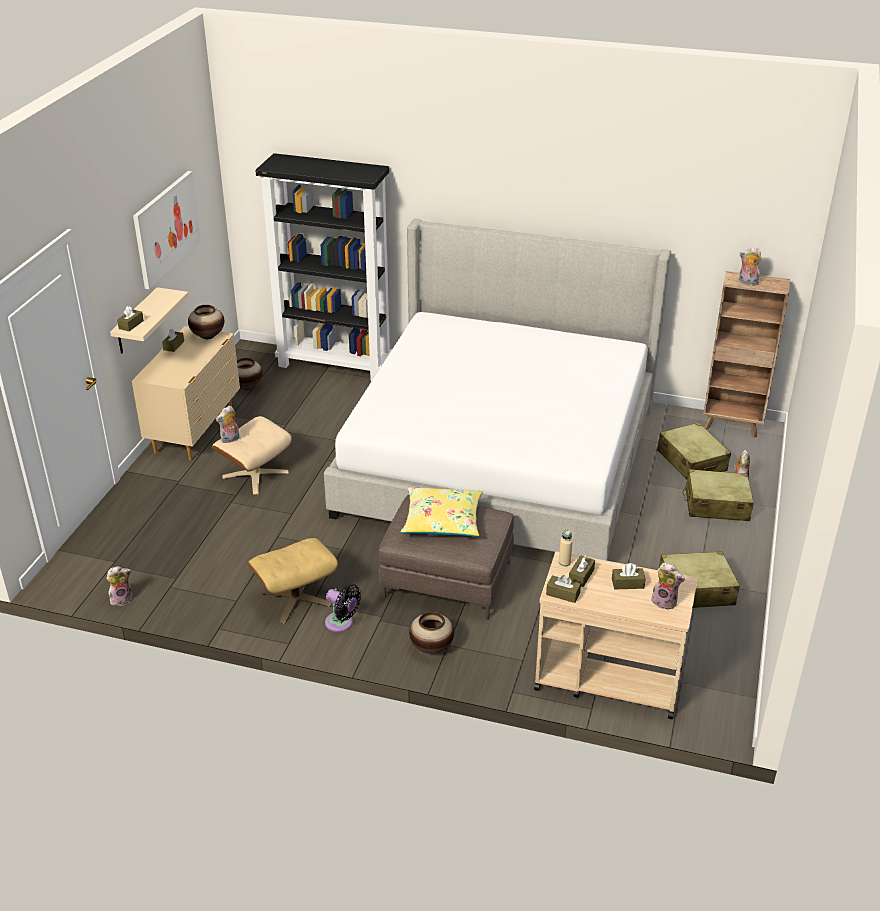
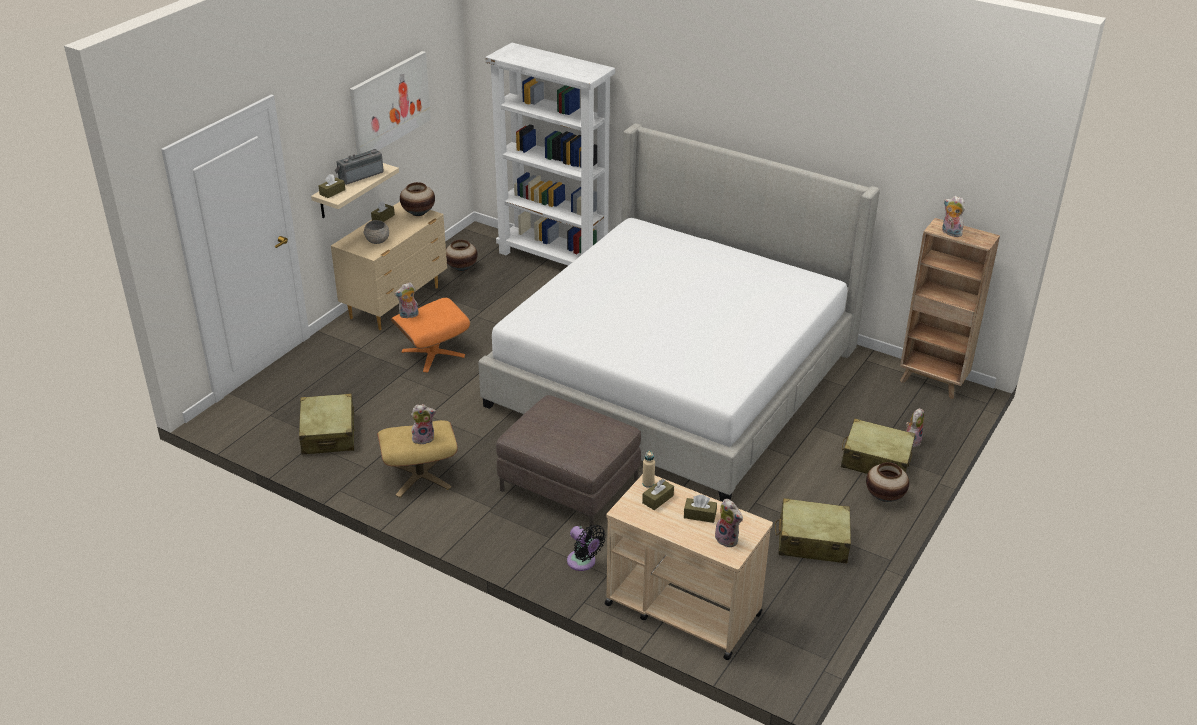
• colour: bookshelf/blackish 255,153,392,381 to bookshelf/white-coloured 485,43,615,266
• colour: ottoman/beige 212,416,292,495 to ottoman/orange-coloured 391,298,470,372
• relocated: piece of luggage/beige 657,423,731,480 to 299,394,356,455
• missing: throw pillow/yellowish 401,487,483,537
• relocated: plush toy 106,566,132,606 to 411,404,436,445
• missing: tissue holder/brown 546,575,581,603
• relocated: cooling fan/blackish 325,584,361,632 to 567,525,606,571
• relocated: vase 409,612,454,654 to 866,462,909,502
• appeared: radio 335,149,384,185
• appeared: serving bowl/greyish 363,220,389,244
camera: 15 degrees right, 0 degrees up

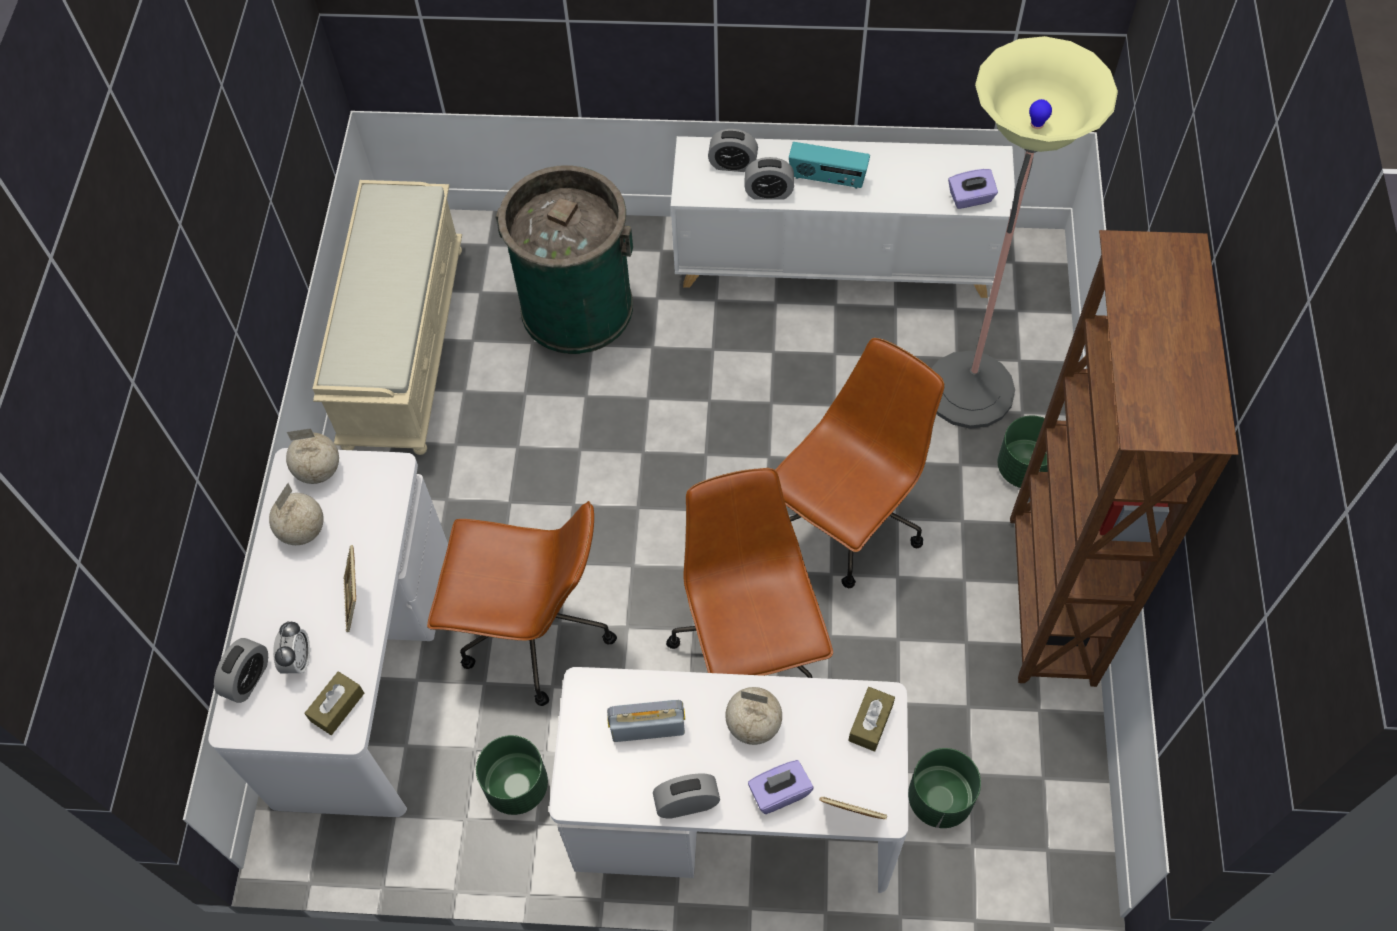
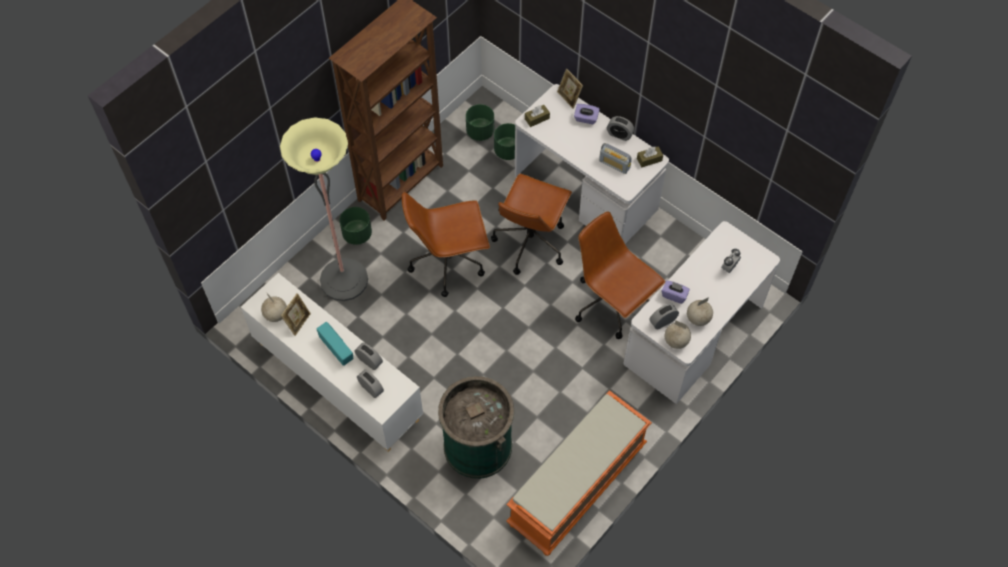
• relocated: tissue holder/purplish 948,169,998,209 to 661,280,690,304
• colour: indoor bench/beige 312,180,462,455 to indoor bench/orange-coloured 506,390,652,556
• relocated: standing frame 343,545,356,632 to 281,293,311,336
• relocated: bedside clock 214,638,268,703 to 650,303,679,329
• relocated: tissue holder/brown 305,671,364,735 to 637,146,663,167
• relocated: globe 725,687,782,745 to 261,293,287,322
• relocated: plant pot/greenish 476,735,548,815 to 466,104,494,141
camera: 145 degrees left, 0 degrees up

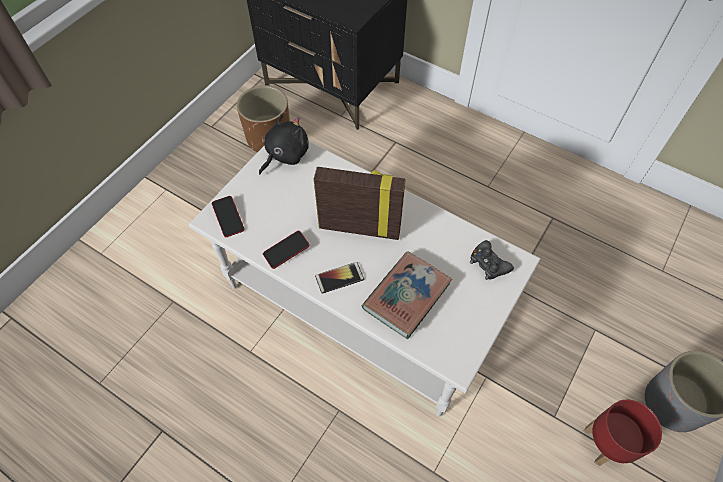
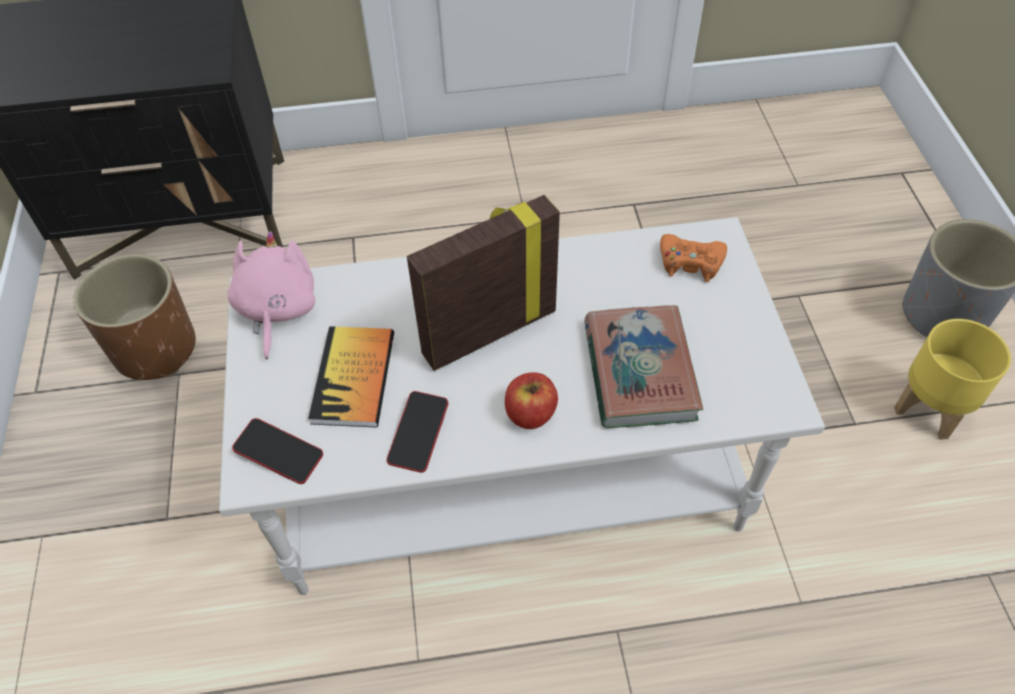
• colour: plush toy/blackish 259,113,309,174 to plush toy/pink 228,231,315,360
• colour: gamepad/blackish 470,240,514,280 to gamepad/orange-coloured 660,234,727,282
• exchanged: phone 315,262,364,294 to whole apple 505,372,558,429
• colour: plant pot/red 584,400,662,466 to plant pot/yellowish 894,319,1011,440
• appeared: volume 308,326,394,428
camera: 40 degrees left, 5 degrees down

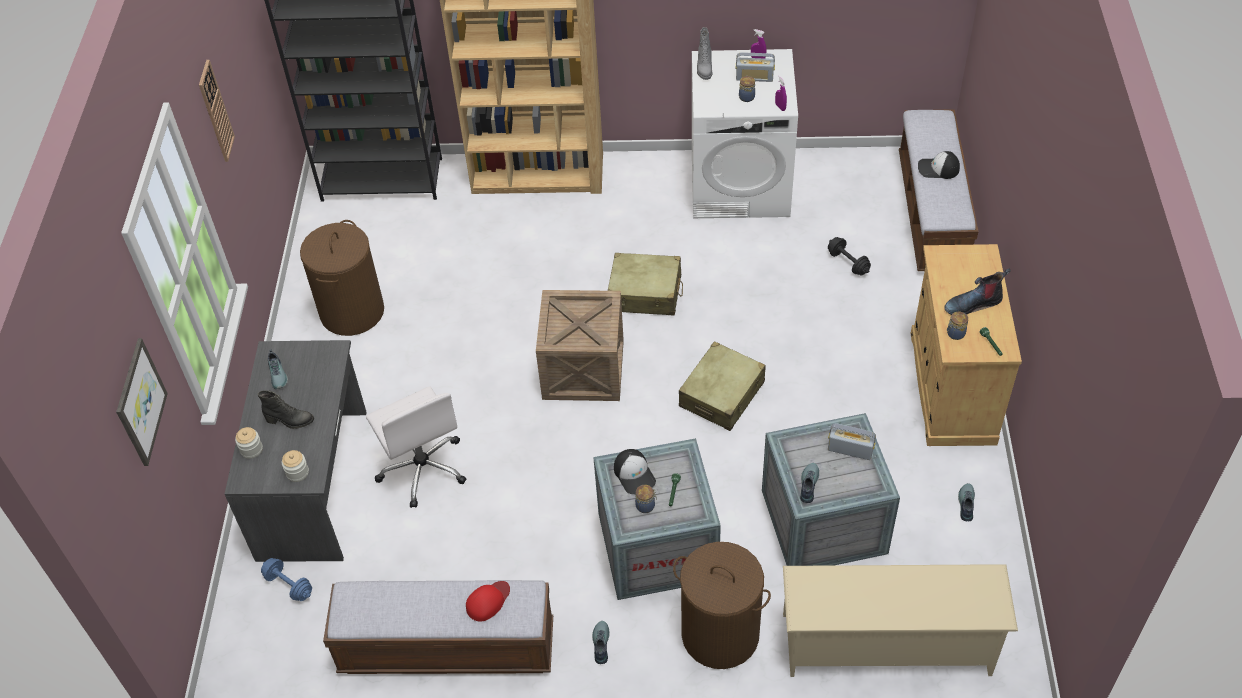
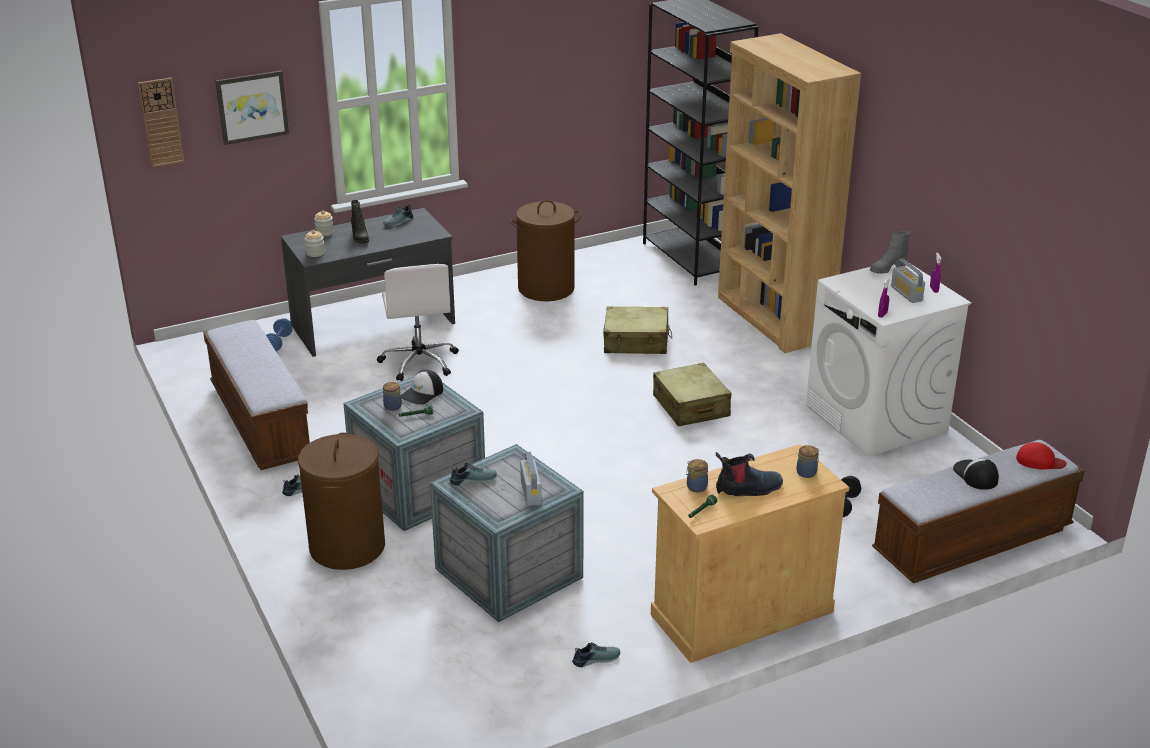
• relocated: wall clock 199,60,235,162 to 138,78,184,168
• relocated: storage jar 739,76,755,102 to 796,445,819,478
• spun: high-top boot 945,268,1011,315 = 716,452,783,496 120 degrees clockwise
• missing: packing crate 536,290,624,401
• relocated: piece of luggage/beige 679,341,766,431 to 603,306,672,354
• spun: office chair/white-coloured 366,386,466,508 = 377,264,459,381 45 degrees counterclockwise
• missing: shoe shelf/beige 783,564,1018,677
• relocated: peaked cap/red 466,581,510,622 to 1016,442,1067,470
camera: 60 degrees right, 20 degrees down

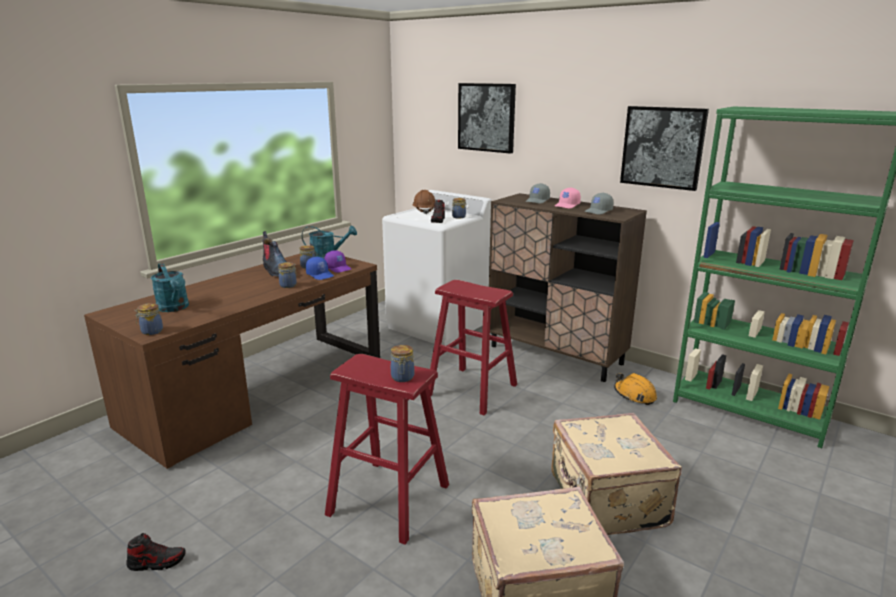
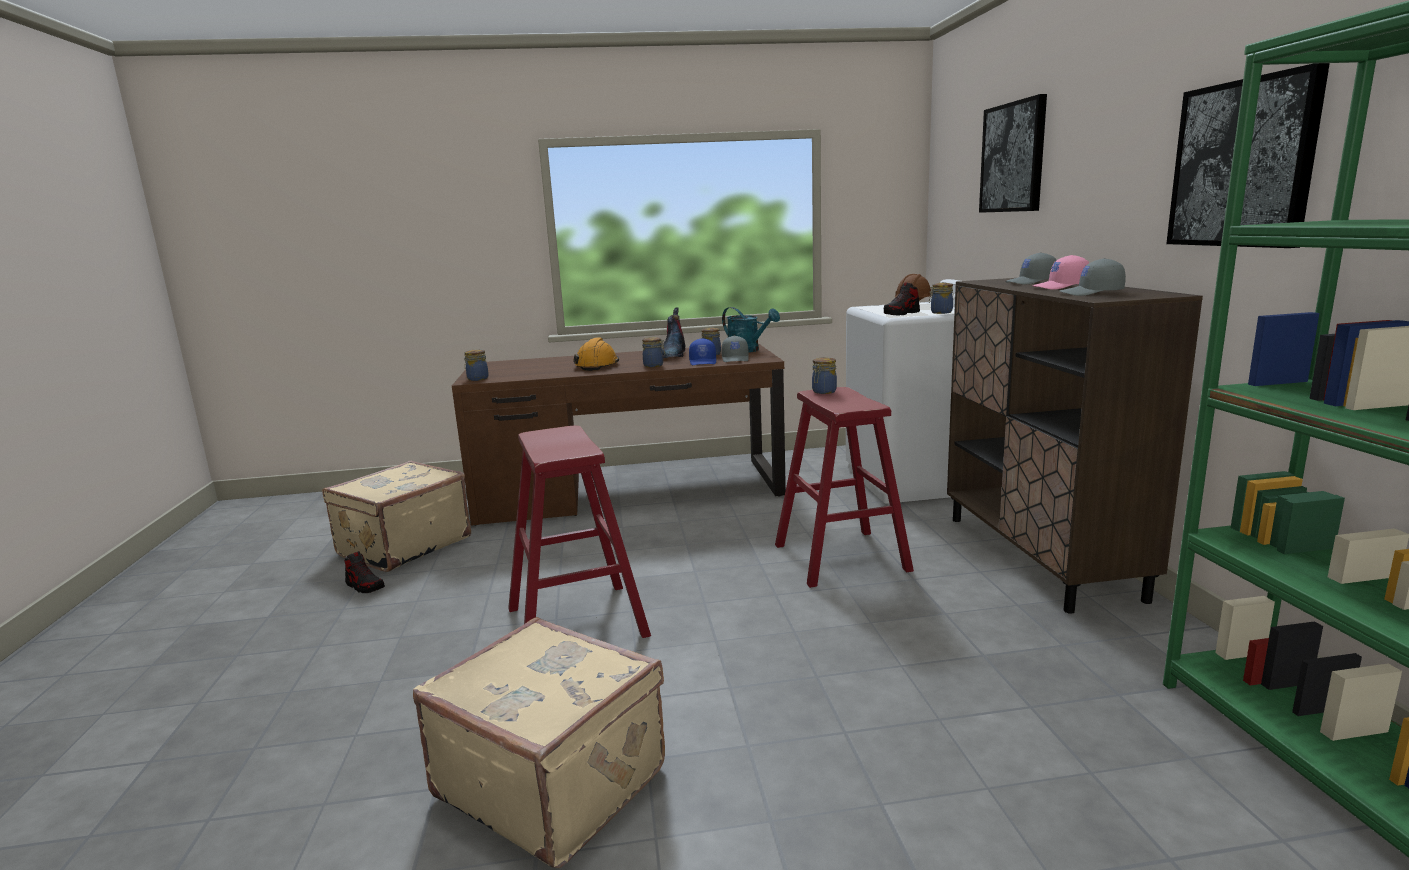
• colour: peaked cap/purplish 324,250,351,273 to peaked cap/greyish 721,336,749,362
• missing: watering can/turquoise-coloured 151,263,189,312
• relocated: storage jar 391,345,414,382 to 812,357,837,394
• relocated: safety helmet/orange-coloured 614,373,657,405 to 573,337,619,371
• relocated: piece of luggage/beige 551,413,682,535 to 322,460,471,572
camera: 45 degrees right, 5 degrees down

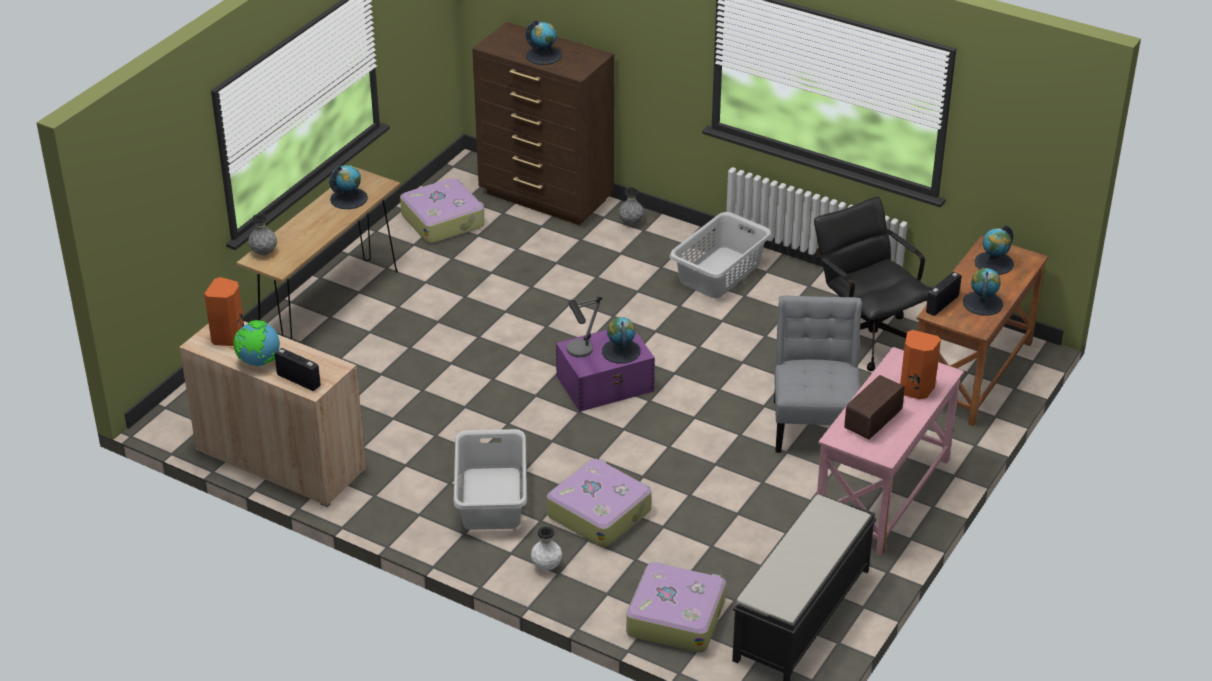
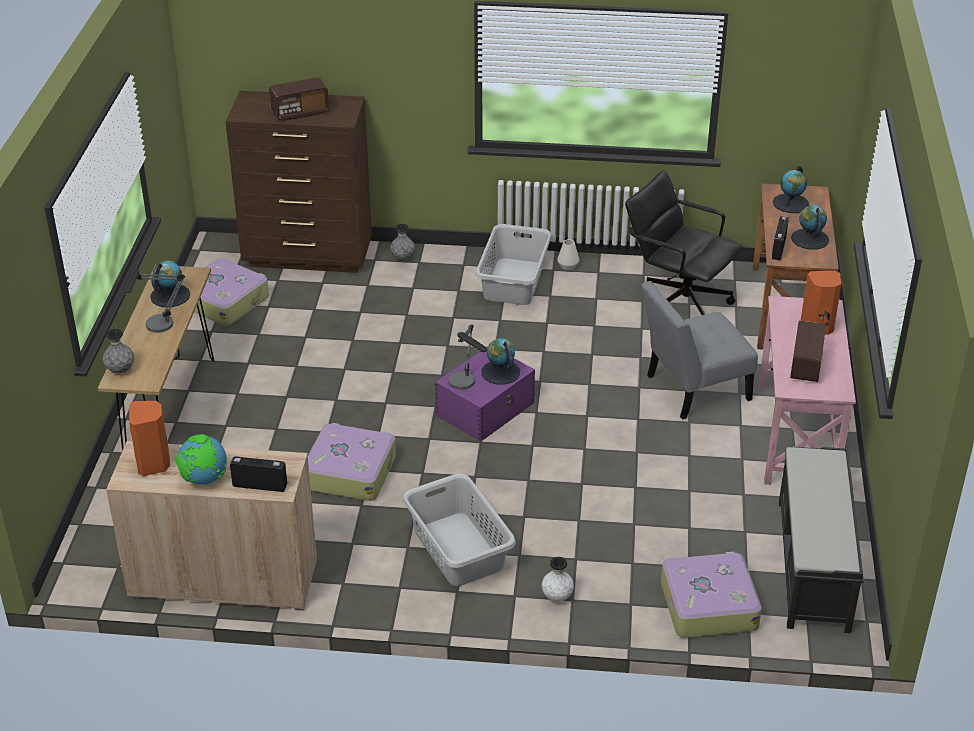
• exchanged: globe 525,20,562,65 to radio 269,77,329,121
• spun: chair/greyish 774,295,862,453 = 641,281,758,420 90 degrees counterclockwise
• relocated: piece of luggage 547,459,652,547 to 308,423,396,501
• appeared: vase/white-coloured 557,239,579,271
• appeared: tabletop lamp 123,269,185,333
camera: 25 degrees left, 0 degrees up

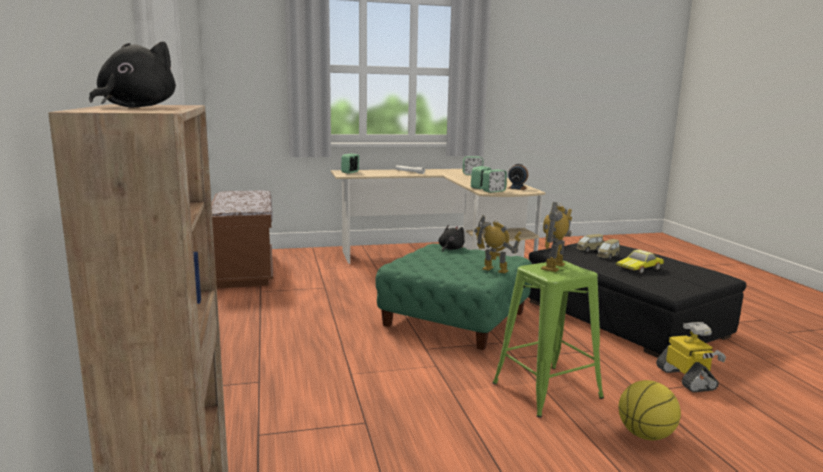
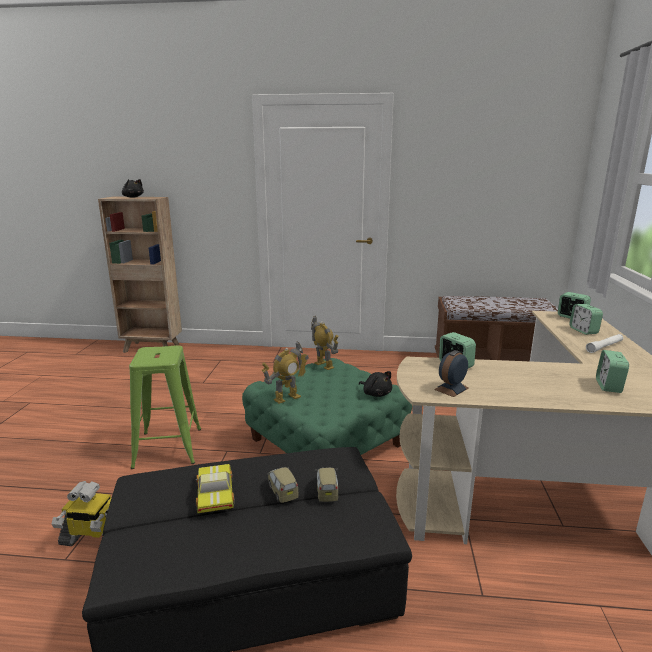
• relocated: bedside clock 482,170,507,193 to 569,304,603,335
• relocated: model robot 541,202,572,272 to 311,316,338,370
• missing: basketball ball 618,380,681,440
camera: 110 degrees right, 5 degrees up

